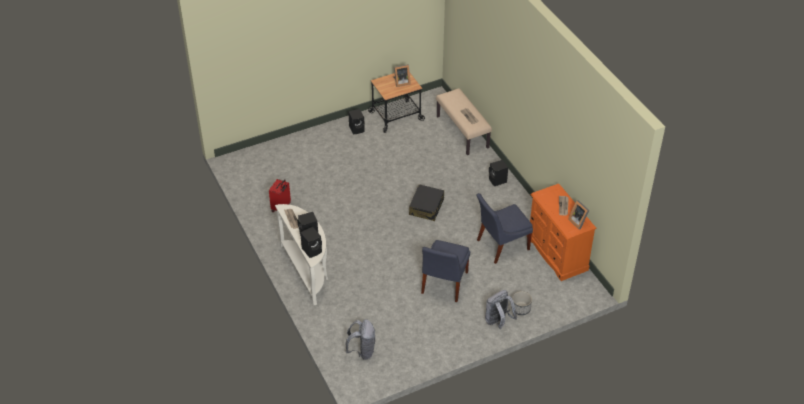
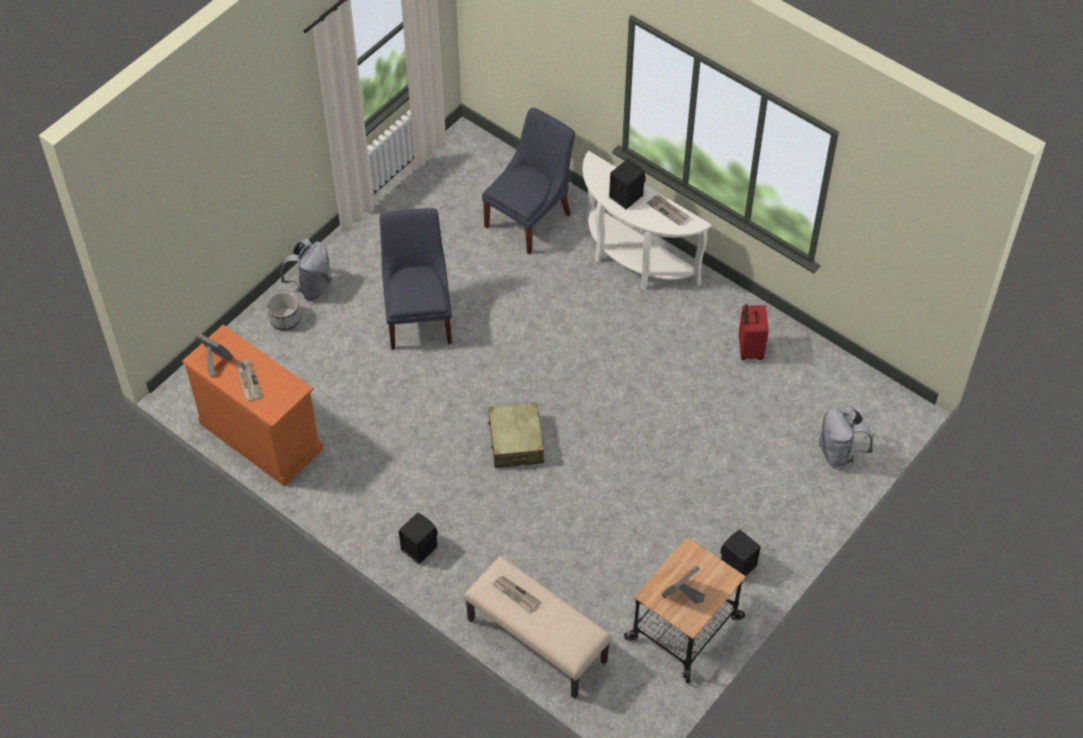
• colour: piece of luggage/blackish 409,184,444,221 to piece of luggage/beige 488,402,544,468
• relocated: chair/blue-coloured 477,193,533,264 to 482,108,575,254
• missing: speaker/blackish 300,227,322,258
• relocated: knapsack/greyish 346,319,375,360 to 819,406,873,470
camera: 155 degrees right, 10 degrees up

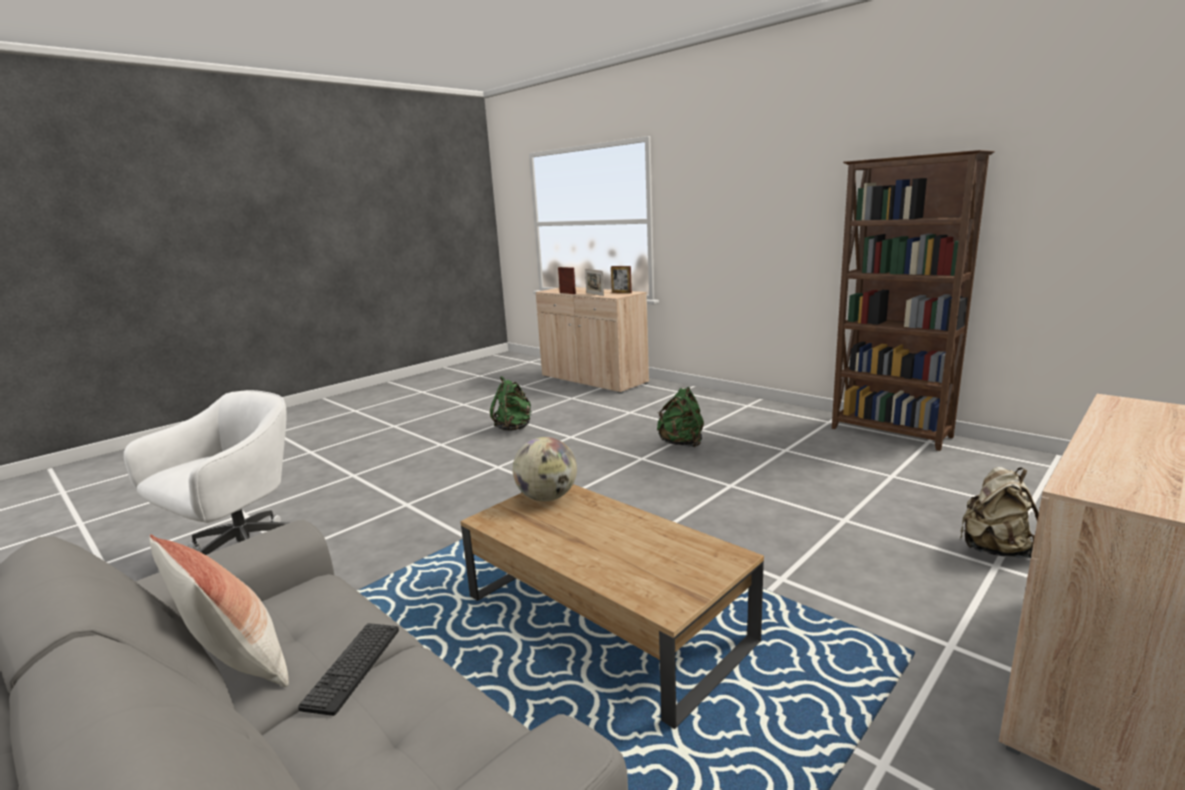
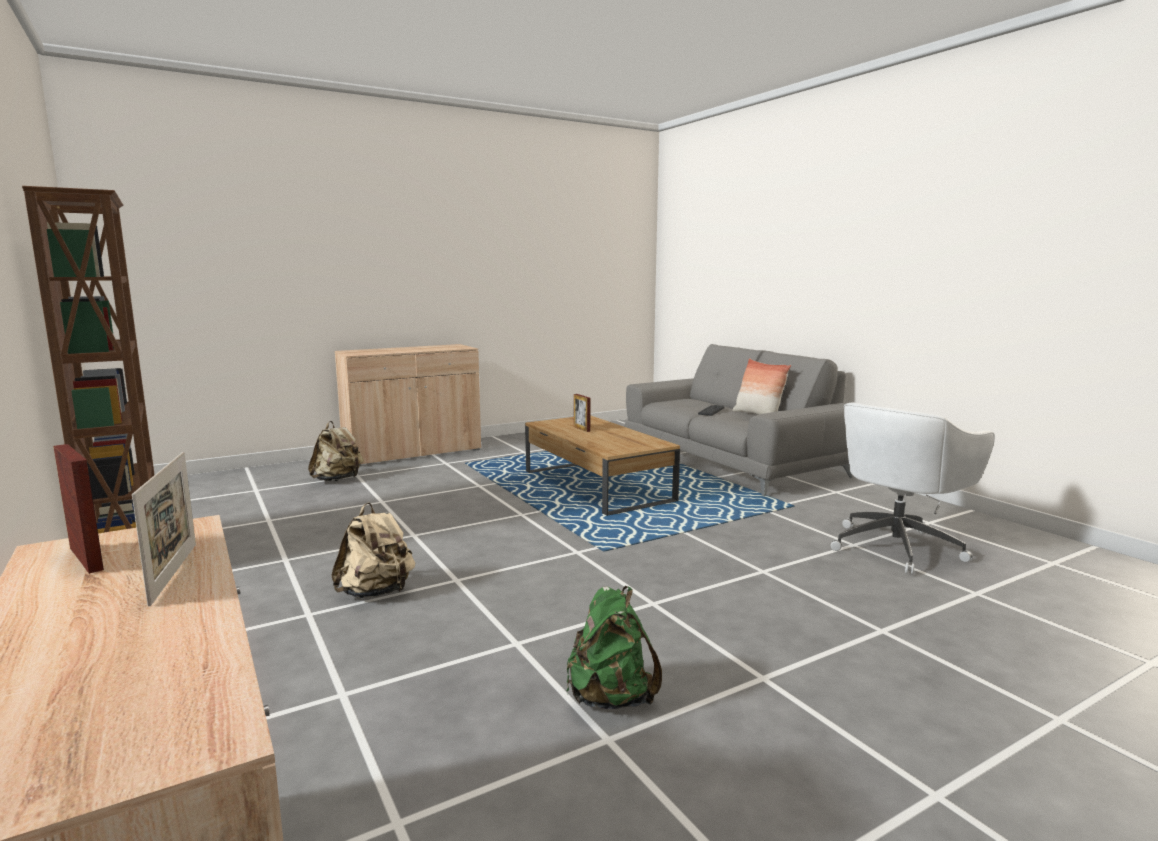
• relocated: standing frame 558,267,576,294 to 574,394,591,432
• colour: knapsack/greenish 657,387,704,448 to knapsack/beige 331,502,416,598
• missing: globe 513,437,577,501
camera: 165 degrees left, 5 degrees down

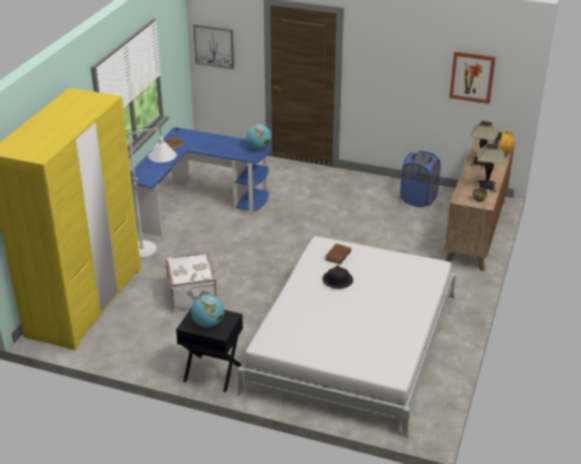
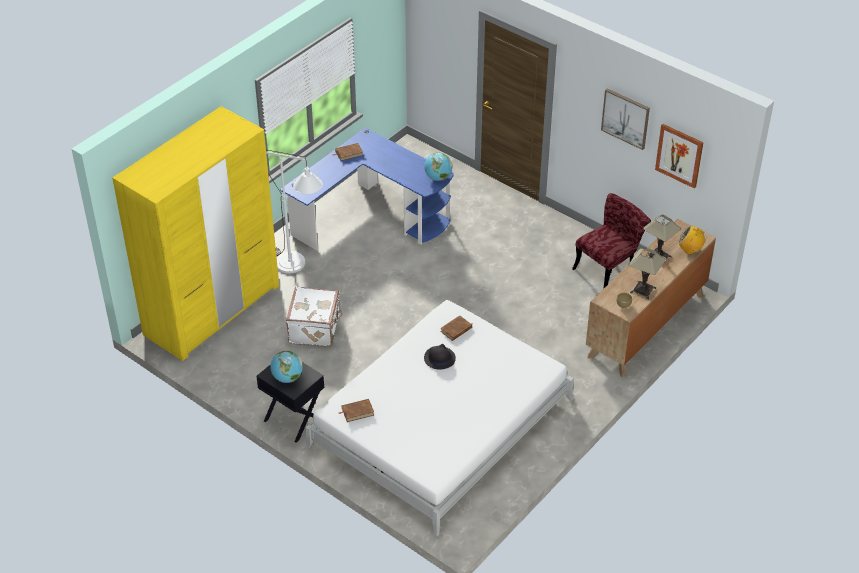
• relocated: wall art 193,24,234,69 to 601,89,650,150
• exchanged: hamper/blue-coloured 400,151,441,207 to chair/red 572,193,651,288
• appeared: volume/brown 338,399,374,422
camera: 20 degrees right, 10 degrees up

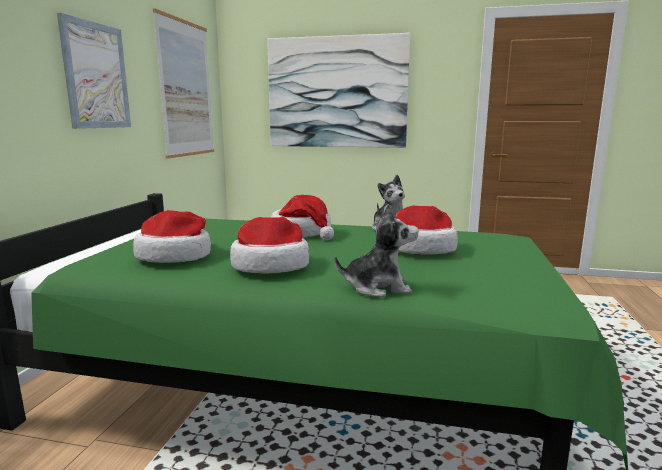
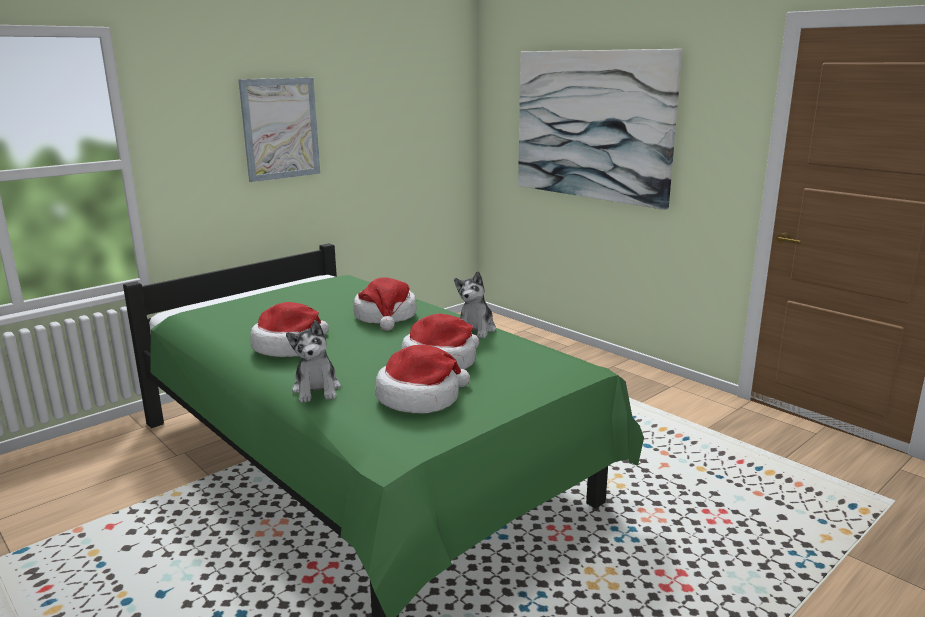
• missing: wall art 153,9,214,159
• spun: plush toy 335,204,419,297 = 286,320,341,403 45 degrees clockwise
• relocated: wearable hat 133,210,211,263 to 375,345,470,413
camera: 35 degrees right, 5 degrees up

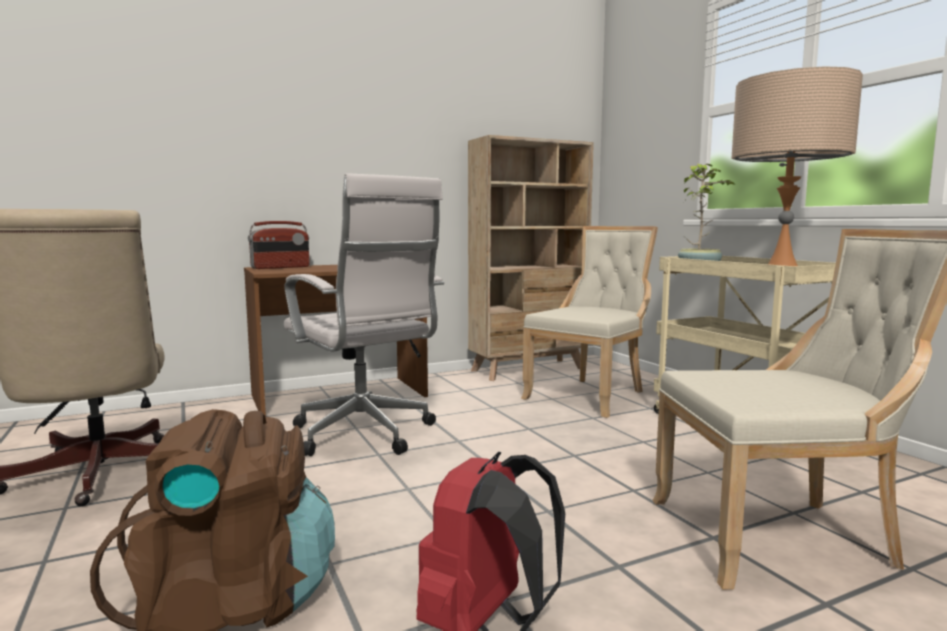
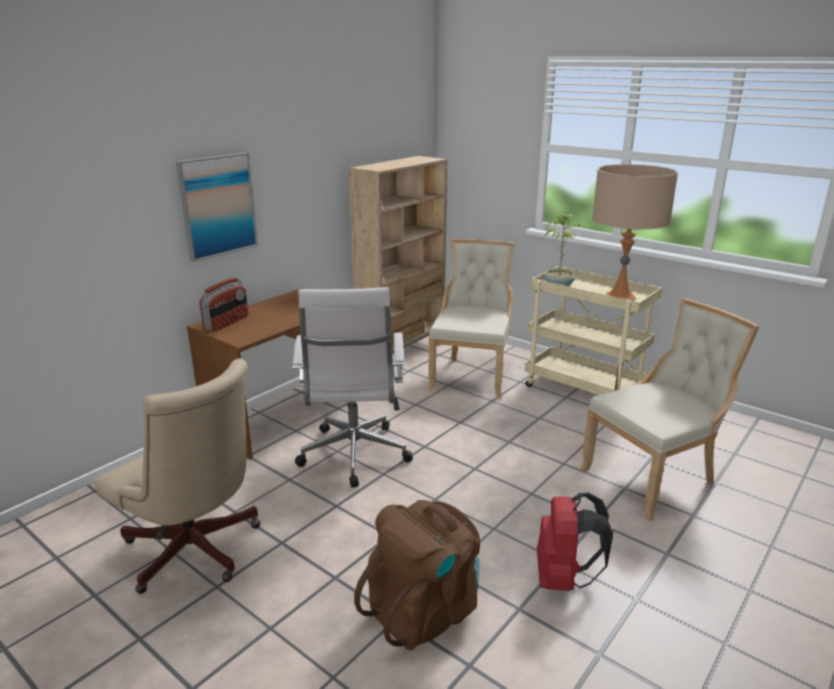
• spun: office chair/white-coloured 284,173,444,456 = 292,287,413,487 60 degrees clockwise
• appeared: wall art 176,153,258,262
camera: 25 degrees left, 15 degrees up

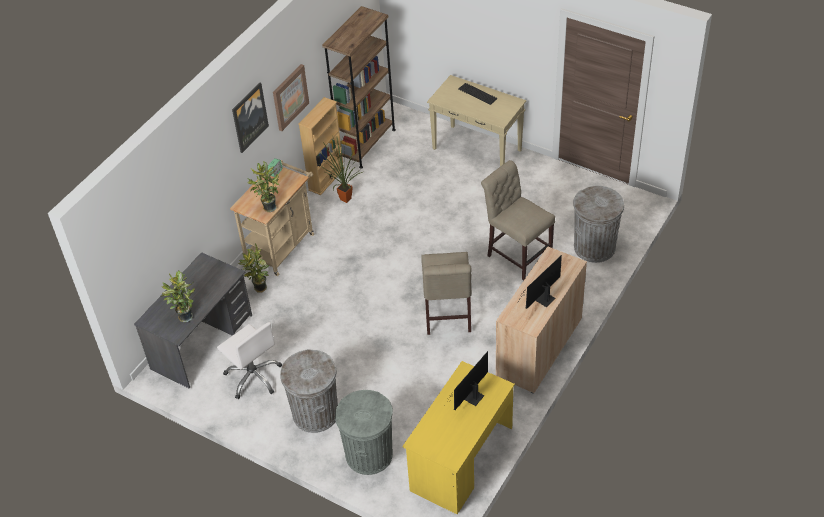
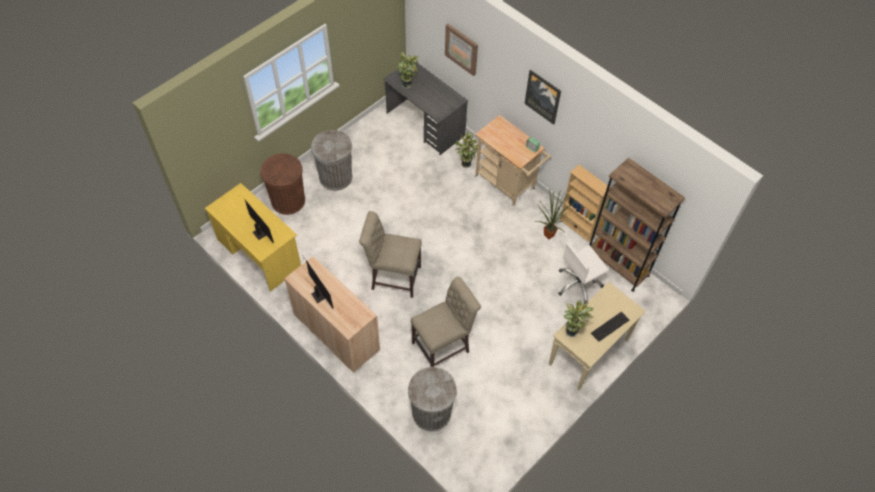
• relocated: wall art 273,64,309,131 to 445,24,478,76
• relocated: potted plant 247,161,279,212 to 564,300,593,337
• relocated: office chair/white-coloured 217,322,282,399 to 558,243,609,304
• colour: trash can/greyish 335,390,393,475 to trash can/brown 261,153,305,215
camera: 100 degrees right, 10 degrees up

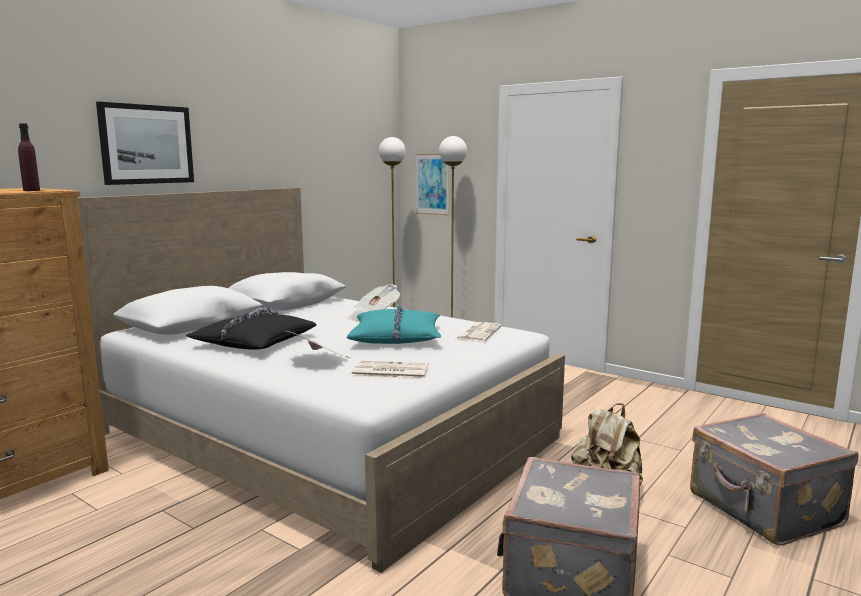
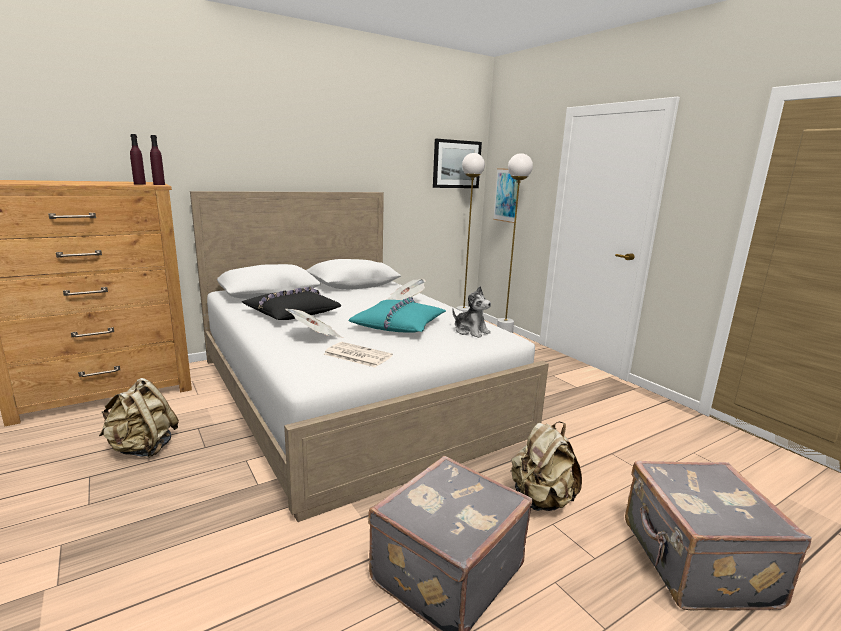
• relocated: wall art 96,102,194,185 to 433,139,482,188
• exchanged: newspaper 456,322,502,342 to plush toy 452,286,491,338
• appeared: beverage bottle/purplish 150,135,165,185
• appeared: knapsack/beige 99,378,179,458
camera: 20 degrees right, 5 degrees up

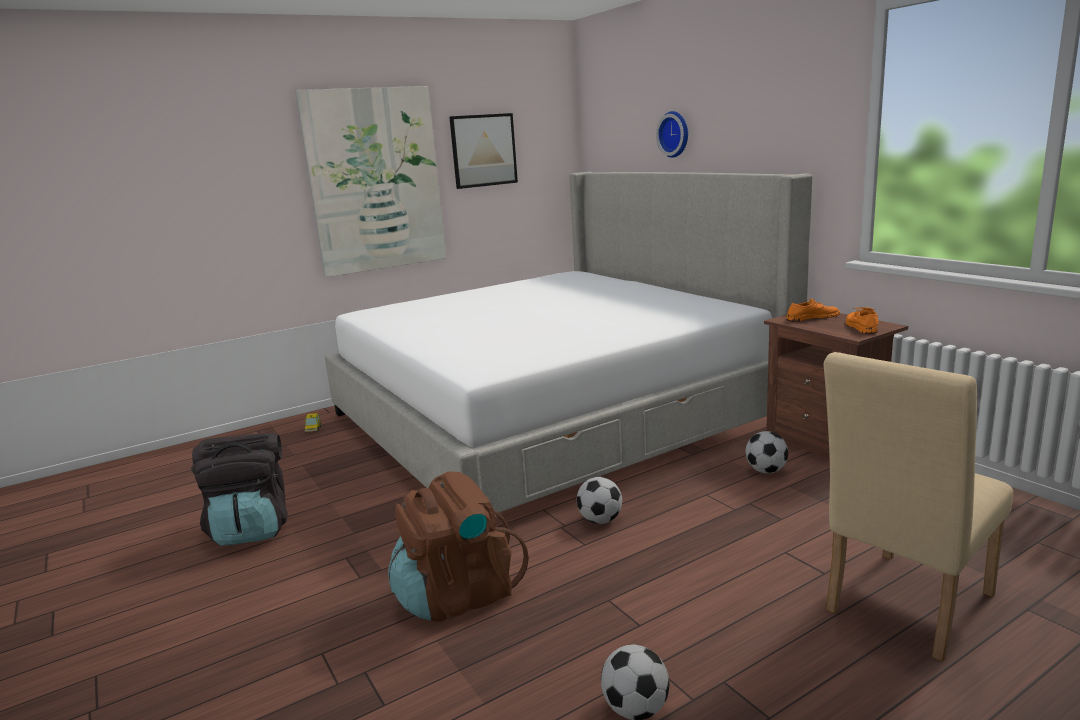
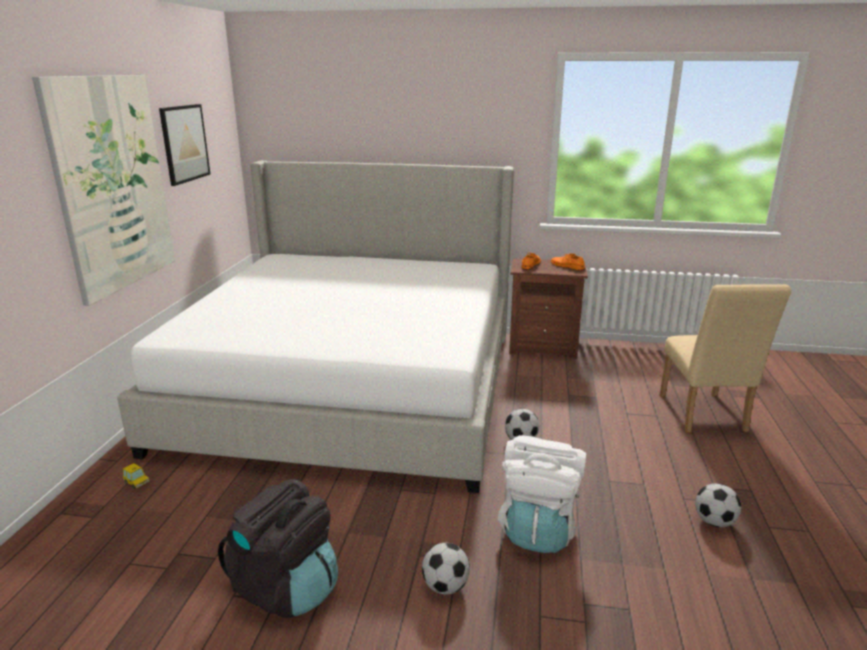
• missing: wall clock 656,111,688,158
• relocated: ball for football 745,431,788,473 to 422,543,470,595
• colour: knapsack/brown 388,471,529,622 to knapsack/white-coloured 498,435,586,553
camera: 50 degrees left, 5 degrees up

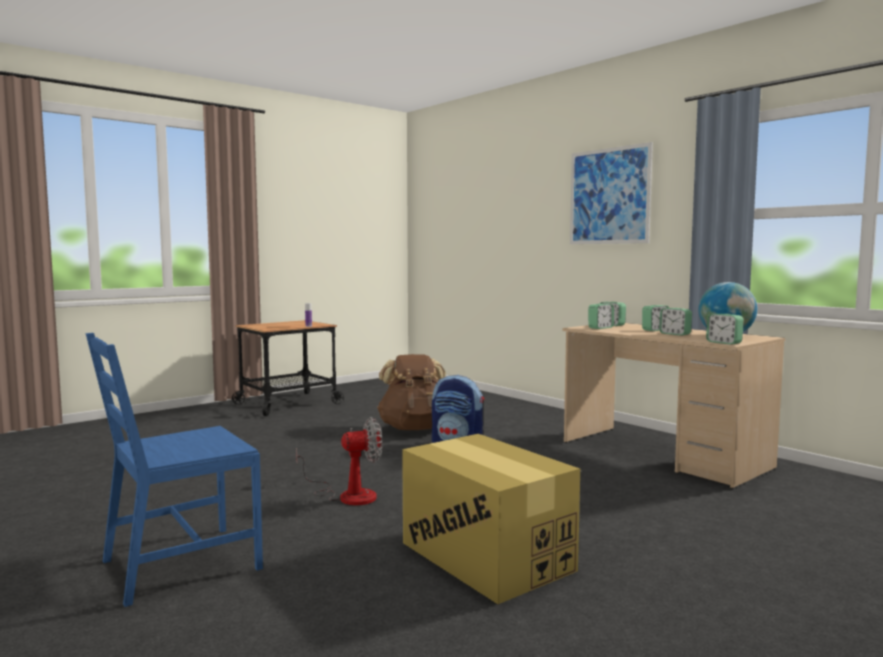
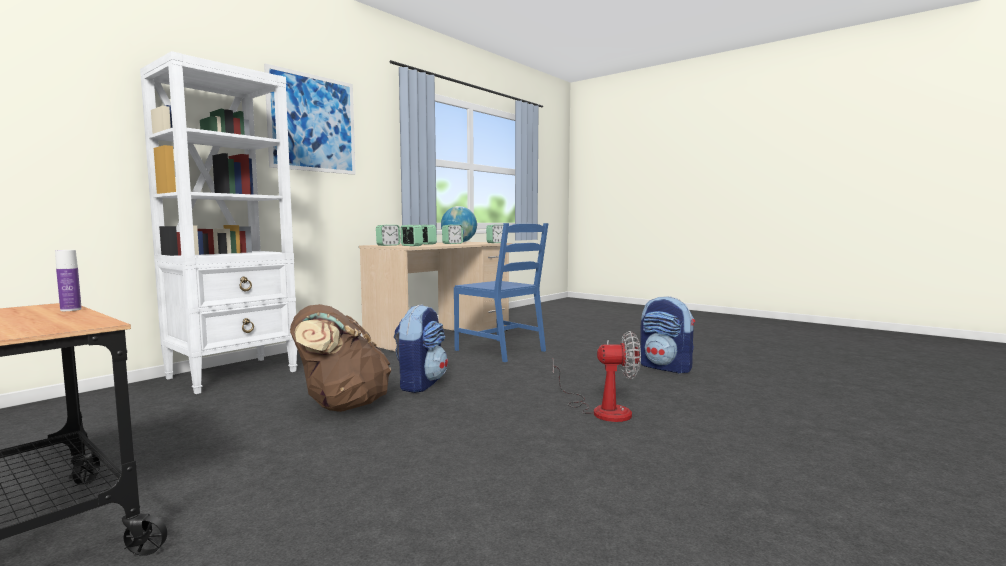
• relocated: chair/blue-coloured 86,333,263,607 to 454,223,549,362
• spun: cooling fan 296,417,383,505 = 553,331,641,422 120 degrees clockwise
• exchanged: cardboard box 402,434,580,604 to knapsack 640,296,695,373
• appeared: bookshelf/white-coloured 140,51,297,394
camera: 100 degrees left, 0 degrees up

